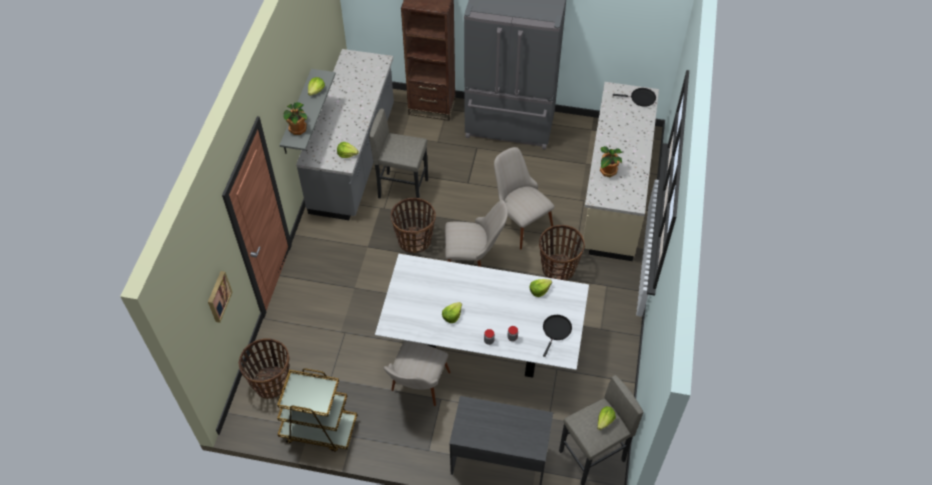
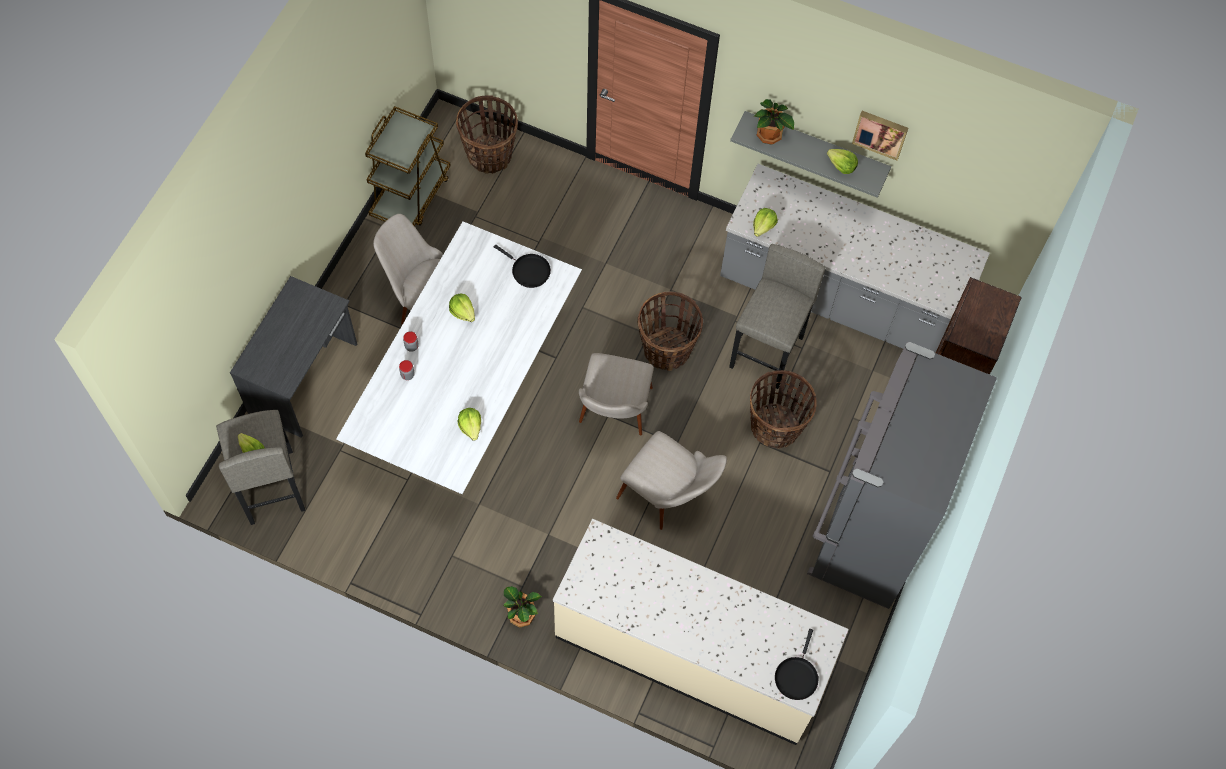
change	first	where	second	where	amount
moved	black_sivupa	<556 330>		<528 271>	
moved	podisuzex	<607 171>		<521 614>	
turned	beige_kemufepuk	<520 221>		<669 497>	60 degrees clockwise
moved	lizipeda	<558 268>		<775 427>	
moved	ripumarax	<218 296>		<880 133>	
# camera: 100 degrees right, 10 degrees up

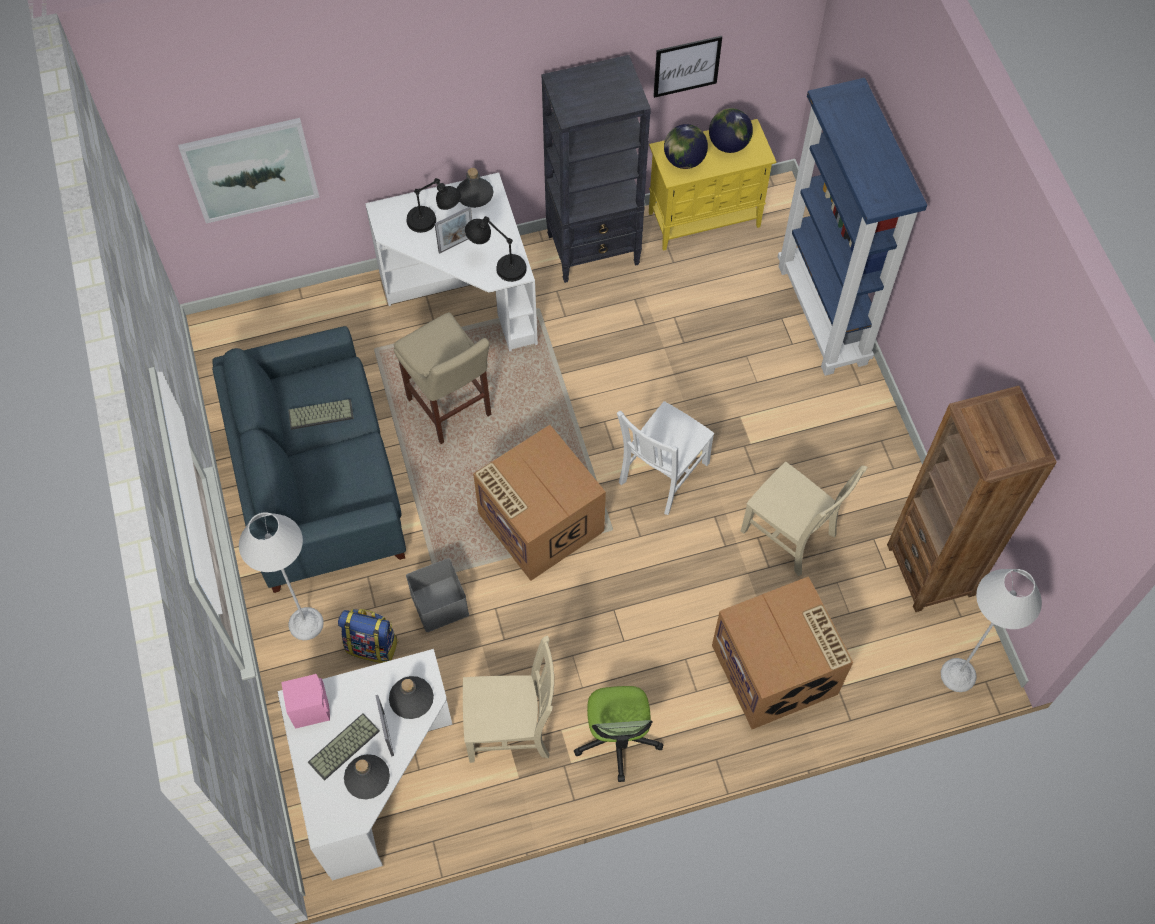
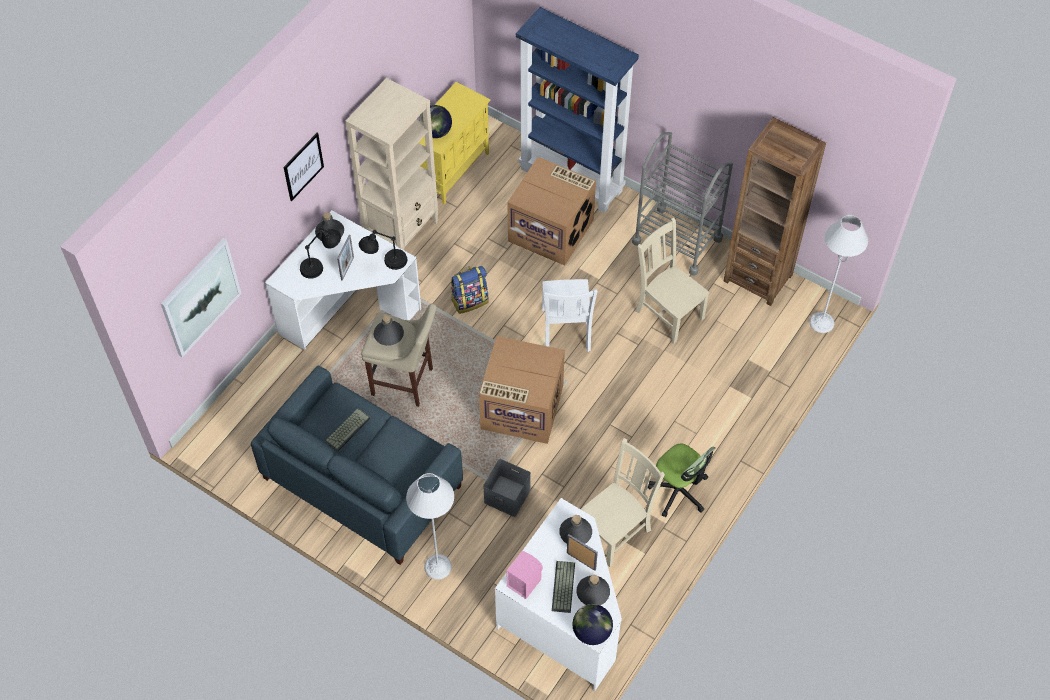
change	first	where	second	where	amount
moved	ripumarax	<686 66>		<303 166>	
recoloured	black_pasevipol	<594 250>	beige_pasevipol	<402 231>	
added			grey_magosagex	<389 334>	
moved	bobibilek	<373 645>		<470 301>	
moved	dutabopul	<776 670>		<552 230>	
moved	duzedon	<729 144>		<591 631>	
added			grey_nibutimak	<677 240>	
turned	beige_kemufepuk	<791 535>		<668 313>	135 degrees counterclockwise
# camera: 40 degrees left, 5 degrees down

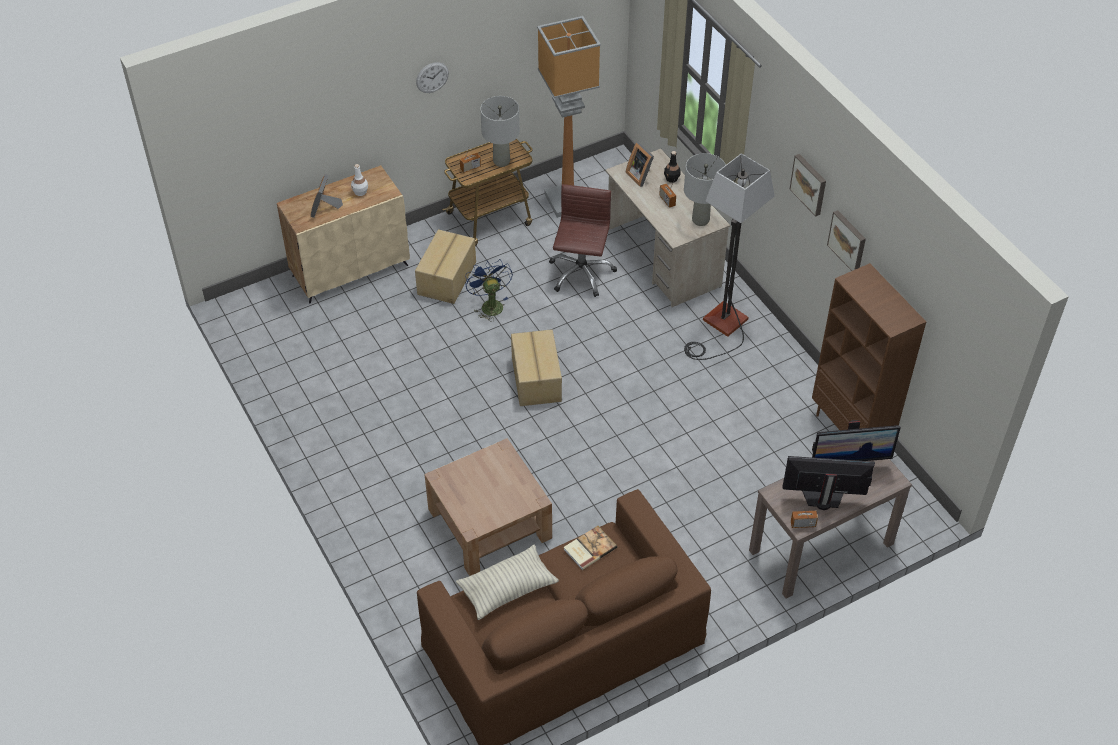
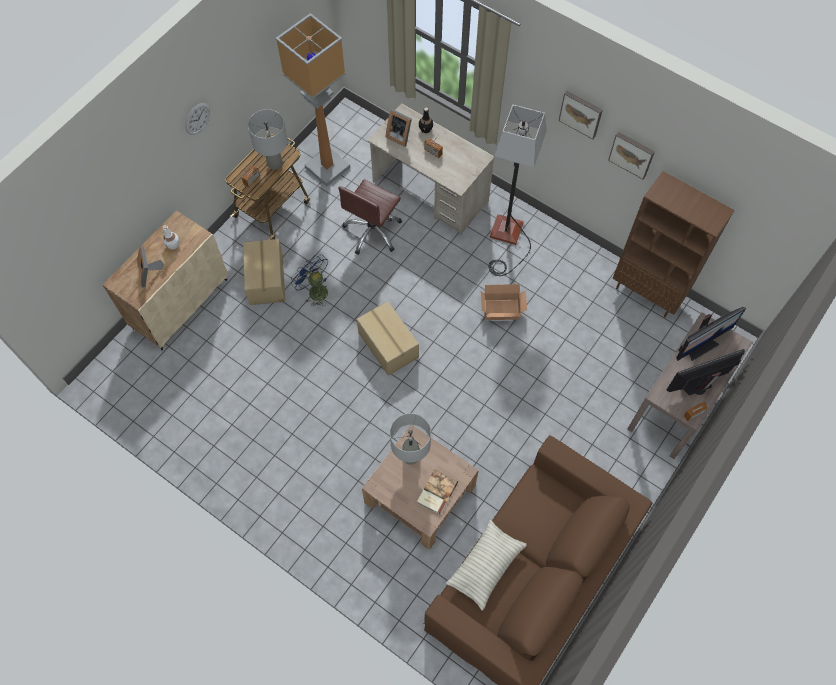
change	first	where	second	where	amount
turned	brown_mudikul	<580 273>		<373 232>	135 degrees counterclockwise
moved	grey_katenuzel	<701 220>		<411 456>	
moved	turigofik	<589 548>		<436 492>	
added			dutabopul	<502 311>	
# camera: 25 degrees left, 15 degrees up

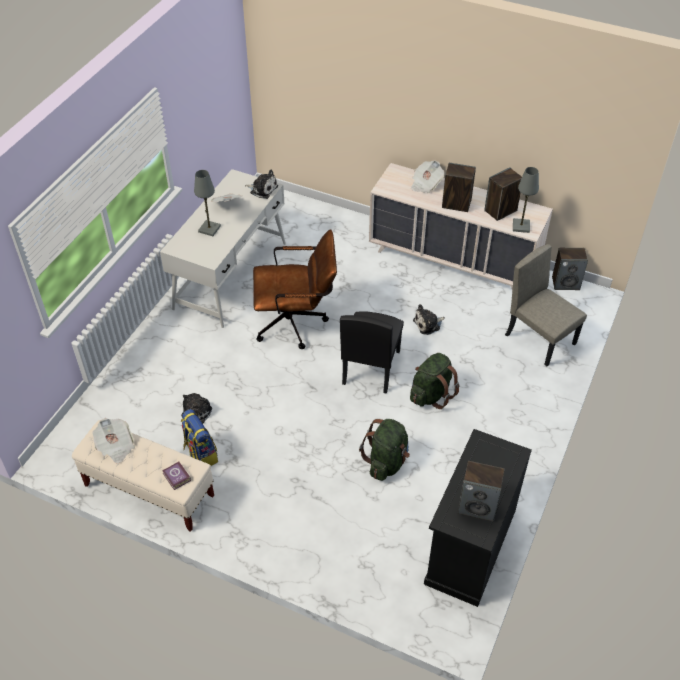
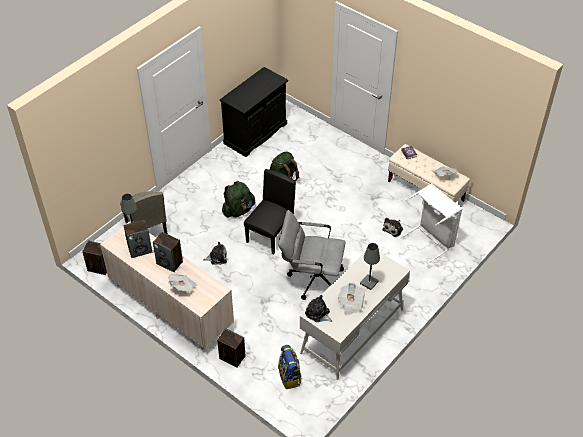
change	first	where	second	where	amount
moved	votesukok	<478 506>		<232 357>	
recoloured	brown_mudikul	<296 323>	grey_mudikul	<311 278>	
moved	bobibilek	<200 454>		<290 377>	
added			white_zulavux	<431 239>	
# camera: 165 degrees left, 0 degrees up

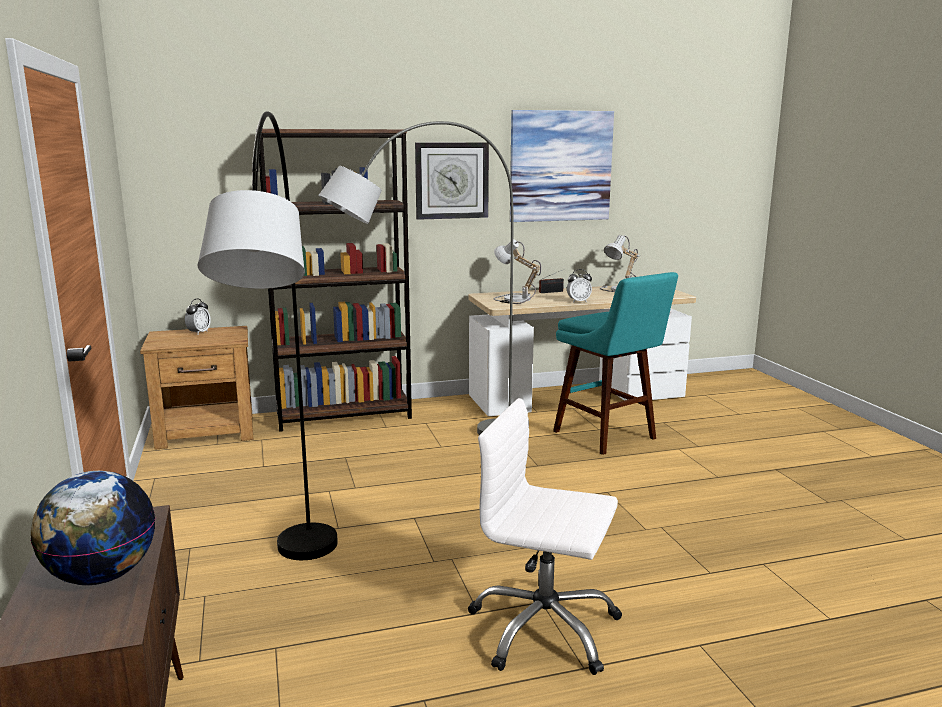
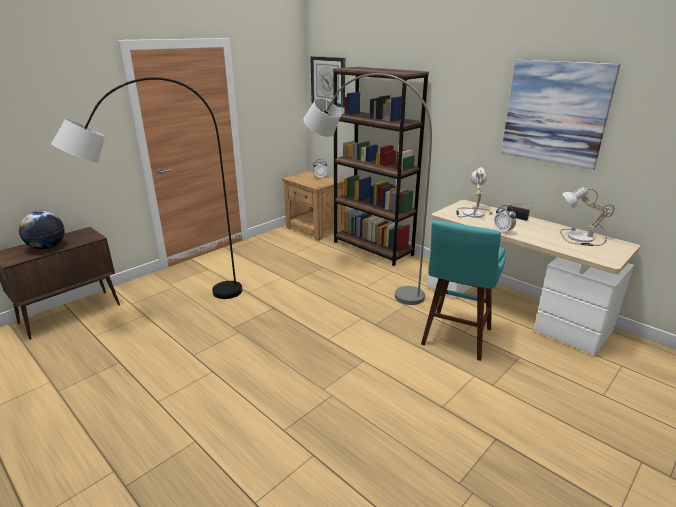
change	first	where	second	where	amount
moved	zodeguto	<451 180>		<328 81>	
removed	white_mudikul	<544 629>			
# camera: 60 degrees right, 10 degrees up

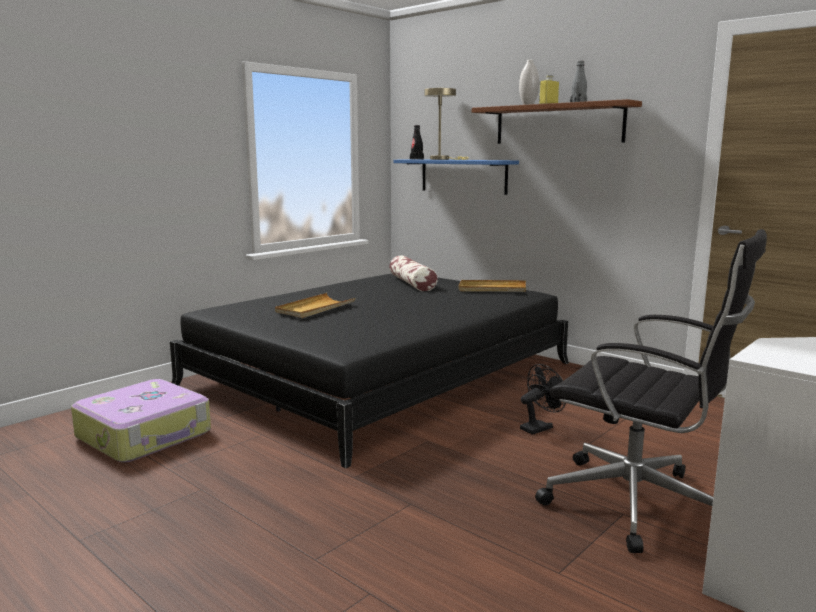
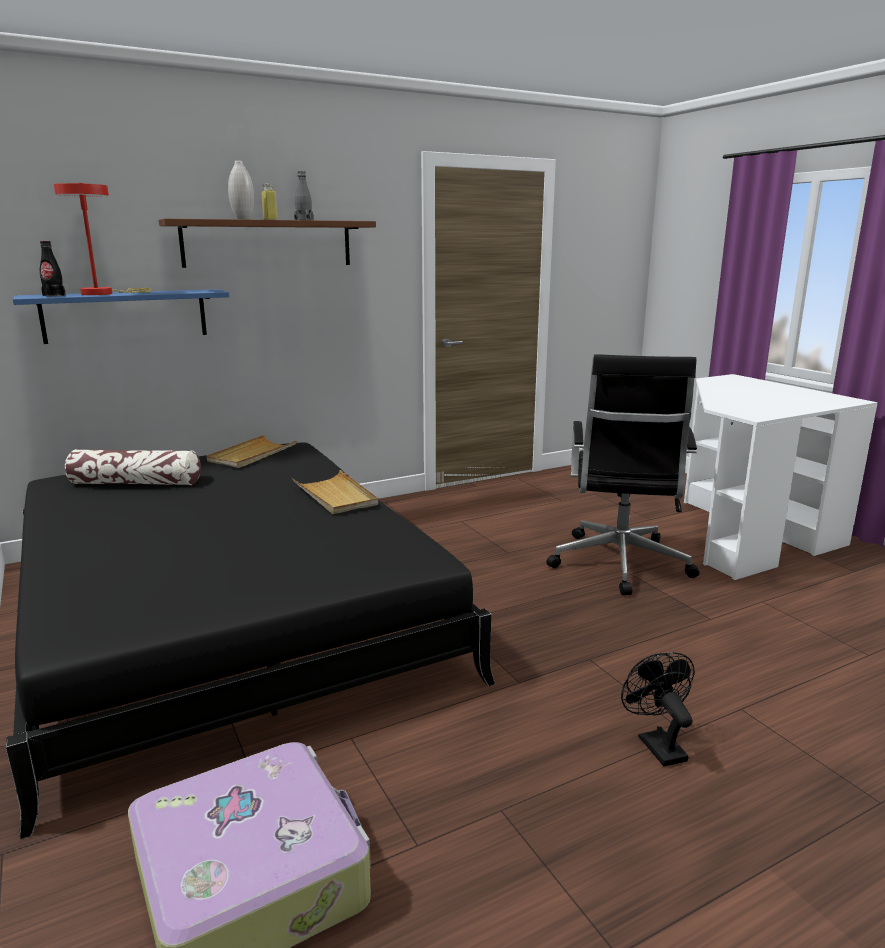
change	first	where	second	where	amount
recoloured	beige_katenuzel	<442 159>	red_katenuzel	<103 293>	
moved	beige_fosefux	<315 308>		<335 496>	
turned	black_mudikul	<638 504>		<619 565>	135 degrees clockwise
moved	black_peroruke	<539 427>		<656 744>	
# camera: 70 degrees left, 5 degrees up

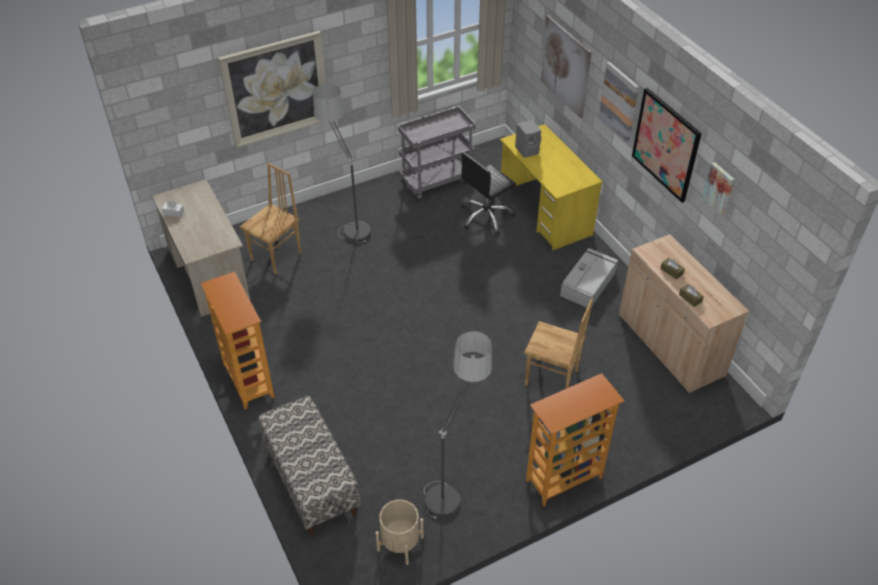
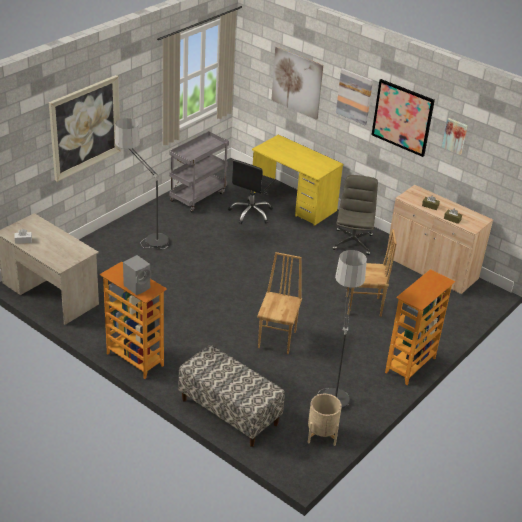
change	first	where	second	where	amount
moved	grey_votesukok	<528 150>		<138 286>	
moved	brown_kemufepuk	<277 256>		<278 339>	
replaced	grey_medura	<588 283>	grey_mudikul	<352 242>	
# camera: 25 degrees left, 10 degrees down

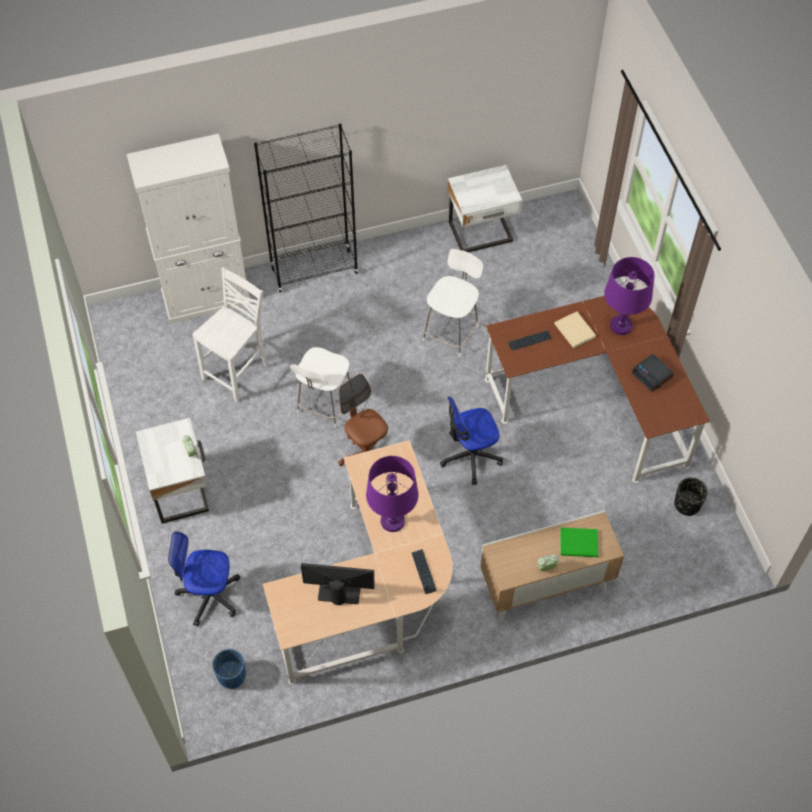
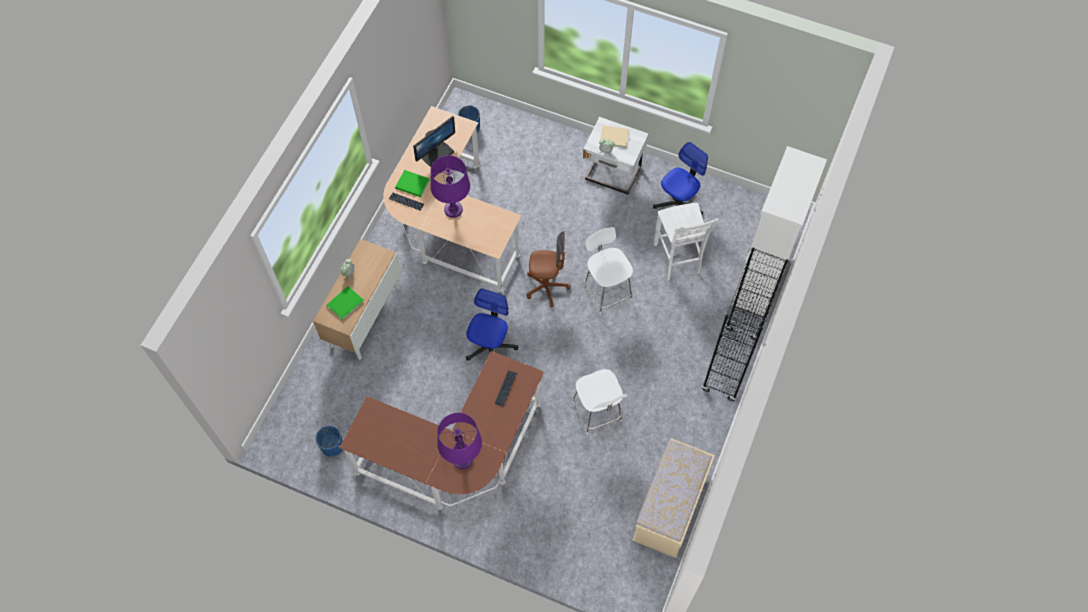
change	first	where	second	where	amount
recoloured	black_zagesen	<686 504>	blue_zagesen	<332 446>	
added			green_turigofik	<413 185>	
moved	beige_turigofik	<574 332>		<613 136>	
replaced	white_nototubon	<481 234>	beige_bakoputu	<670 507>	
moved	mudikul	<209 595>		<678 204>	
removed	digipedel	<652 375>			
# camera: 130 degrees right, 5 degrees up

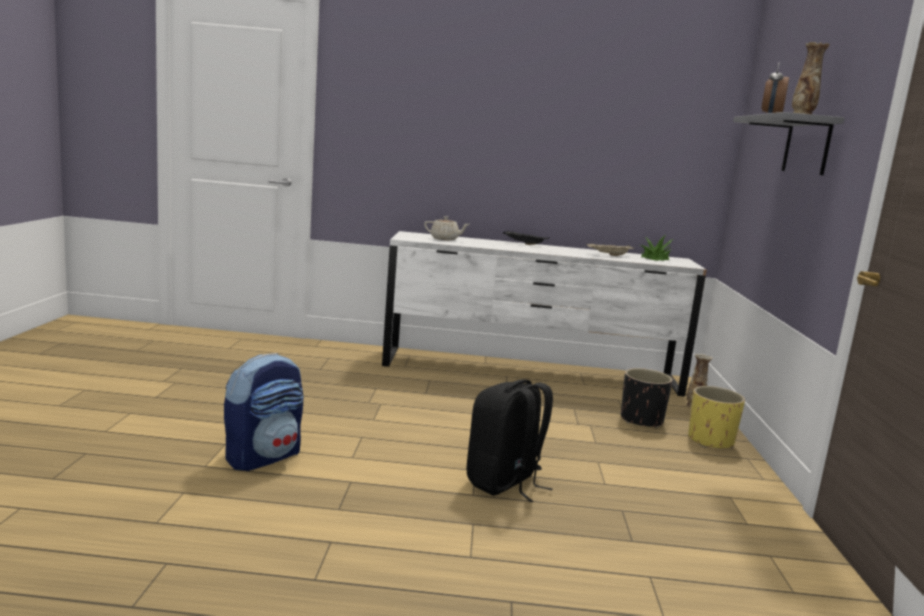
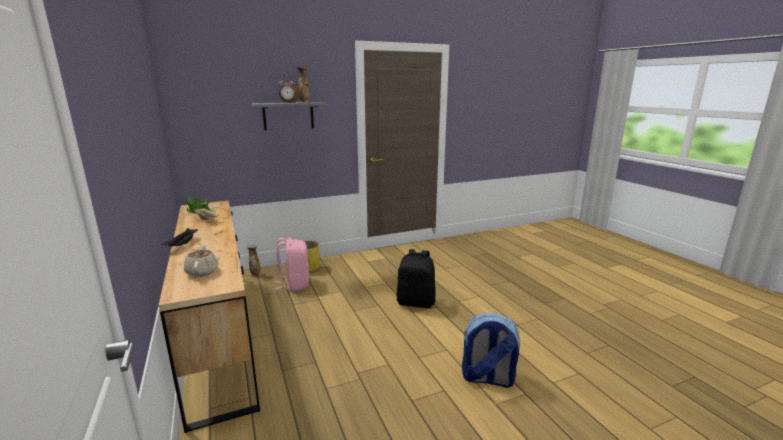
change	first	where	second	where	amount
recoloured	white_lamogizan	<531 371>	brown_lamogizan	<220 333>	
replaced	black_zagesen	<642 420>	pink_bobibilek	<294 284>	
# camera: 115 degrees left, 5 degrees up

